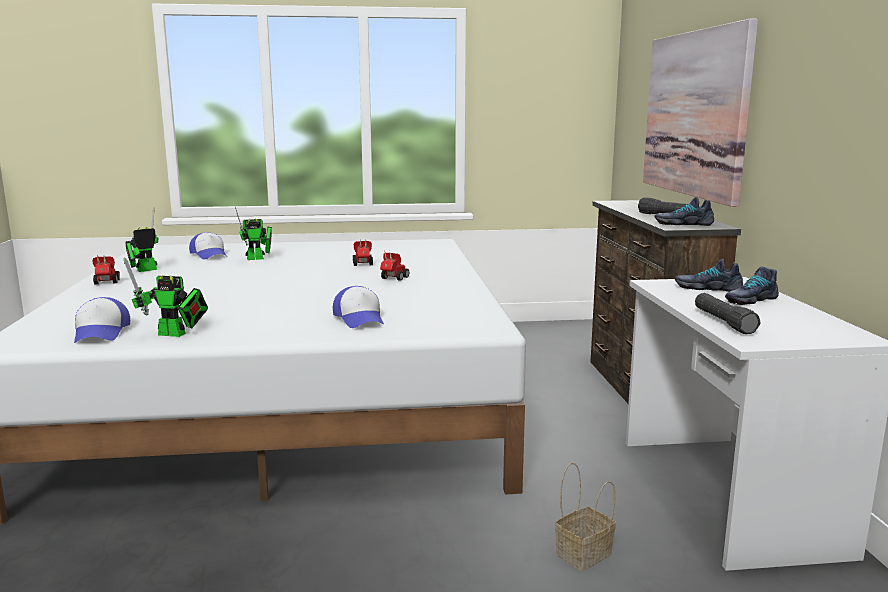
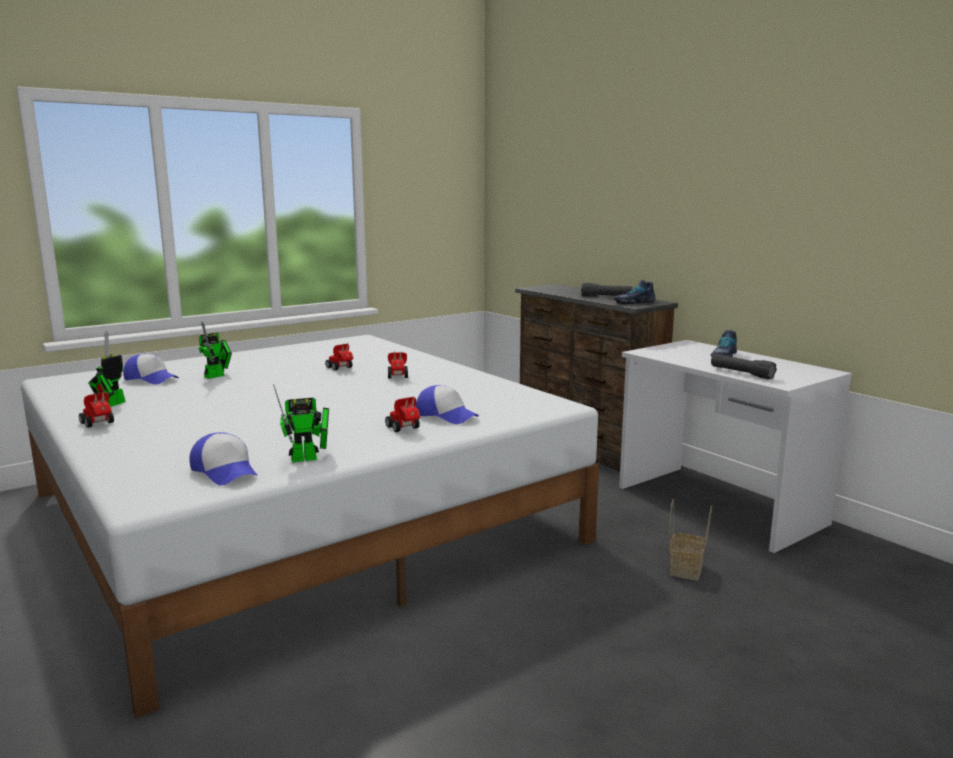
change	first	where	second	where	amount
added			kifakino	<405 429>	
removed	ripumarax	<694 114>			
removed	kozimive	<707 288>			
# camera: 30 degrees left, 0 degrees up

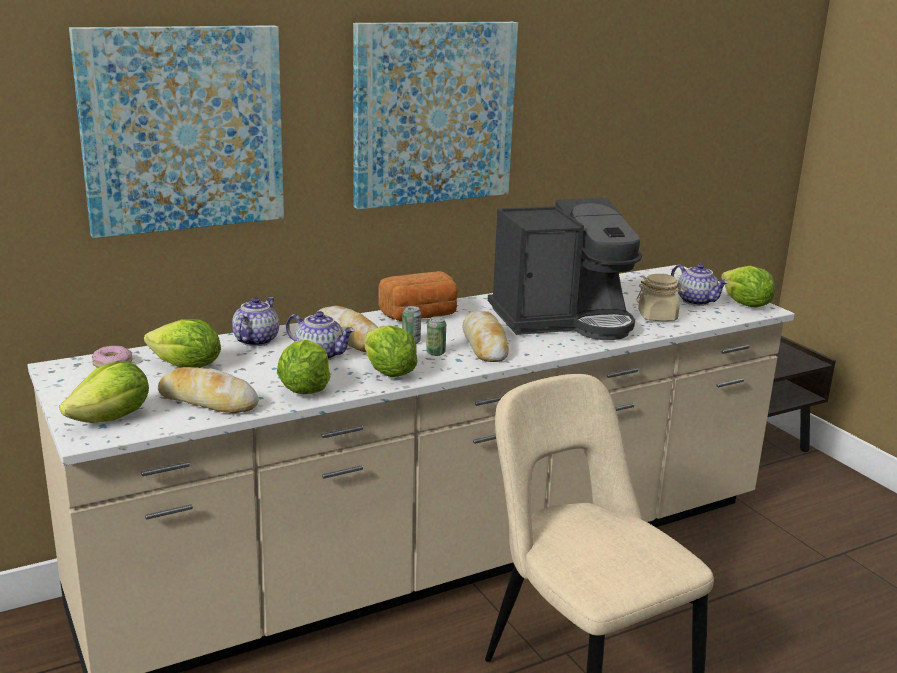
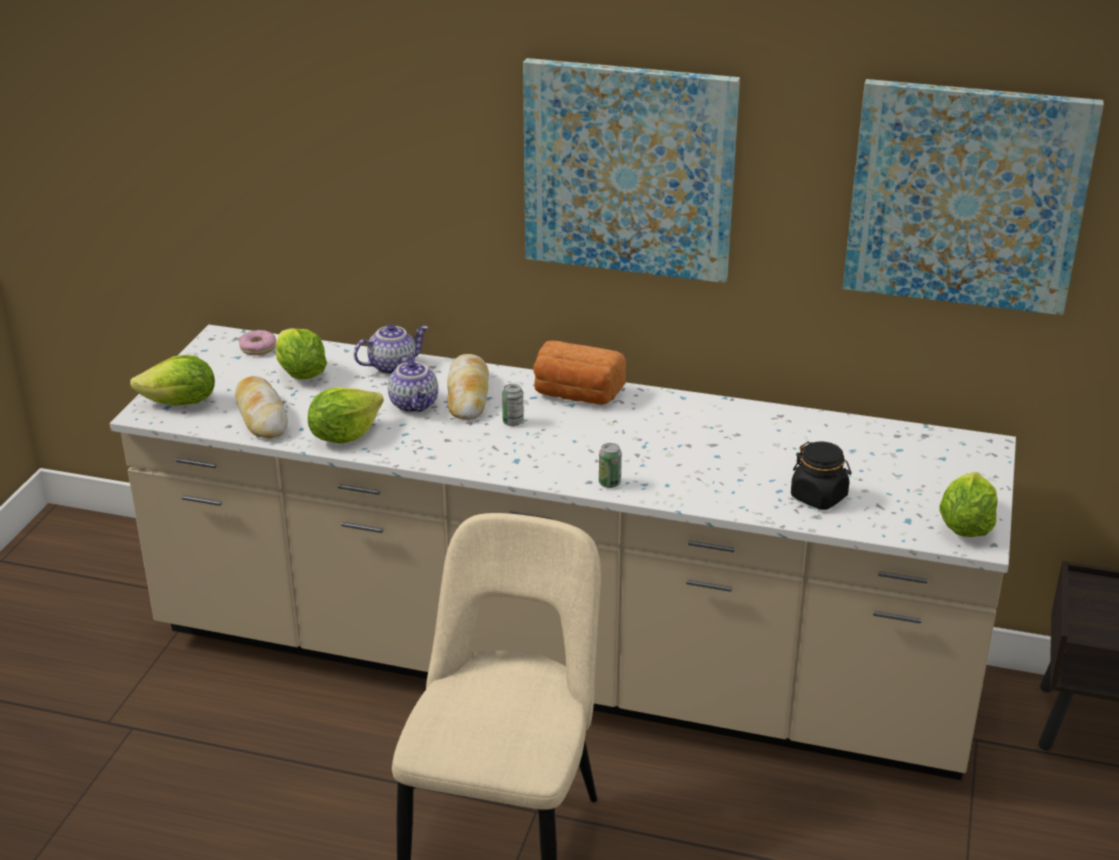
change	first	where	second	where	amount
moved	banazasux	<435 353>		<609 483>	
recoloured	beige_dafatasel	<657 317>	black_dafatasel	<819 497>	
moved	ripumarax	<183 129>		<966 196>	
removed	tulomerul	<388 373>			
removed	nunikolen	<485 345>			
removed	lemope	<563 320>			
removed	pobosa	<697 301>			
# camera: 45 degrees right, 10 degrees up

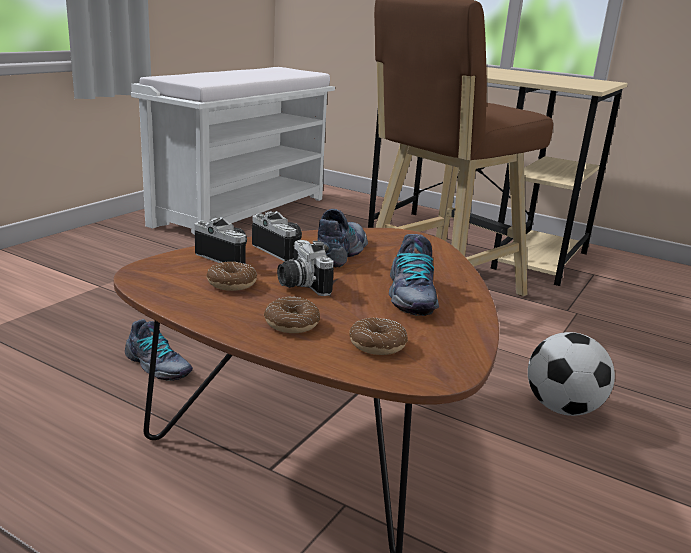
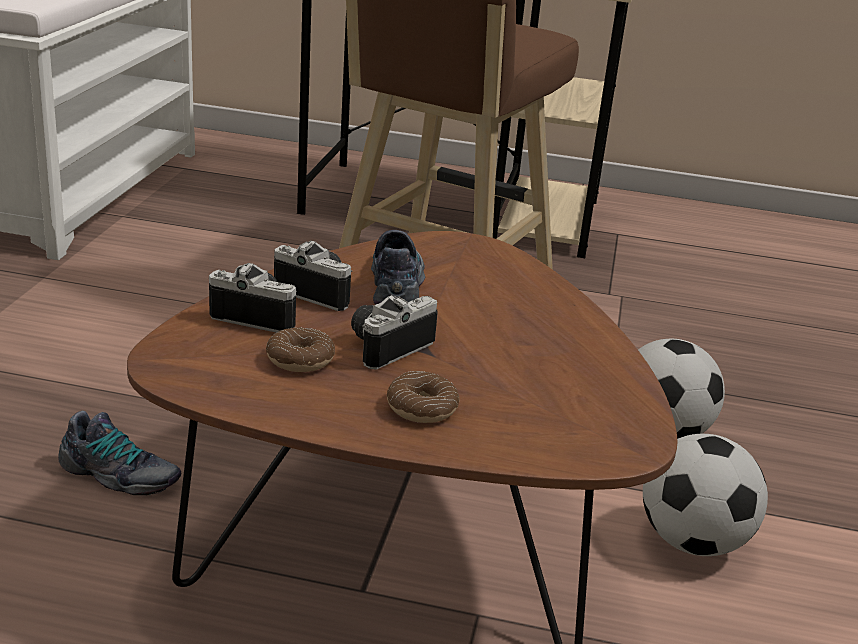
change	first	where	second	where	amount
turned	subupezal	<299 284>		<385 346>	90 degrees clockwise
added			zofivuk	<692 542>	
removed	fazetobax	<377 345>			
removed	kozimive	<410 295>			
# camera: 20 degrees left, 5 degrees up

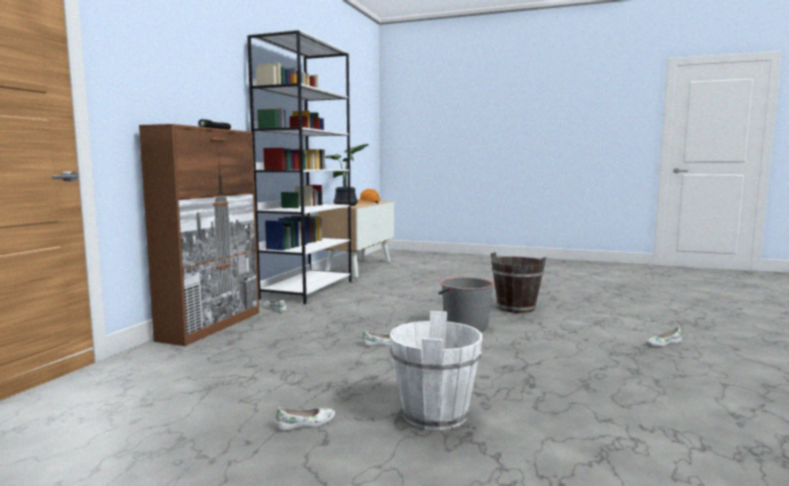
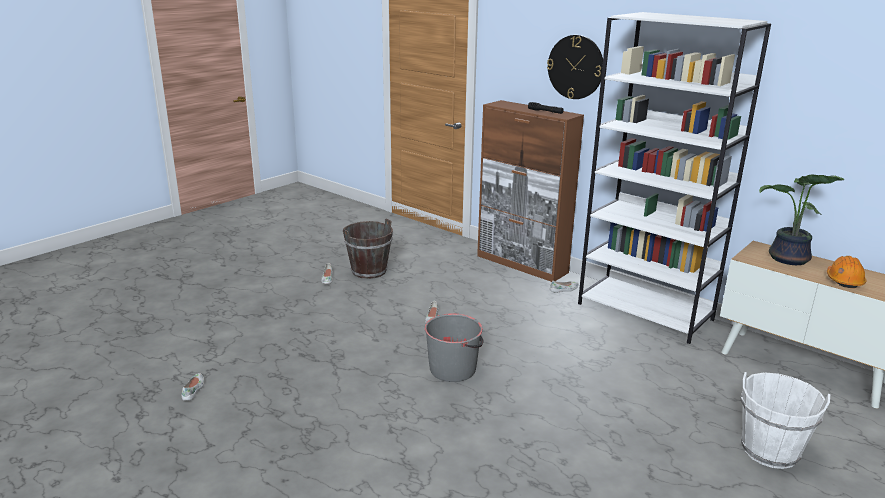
change	first	where	second	where	amount
moved	white_kozimive	<663 343>		<194 390>	
moved	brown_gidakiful	<516 308>		<369 271>	
added			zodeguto	<575 67>	
moved	white_gidakiful	<435 415>		<769 451>	
# camera: 110 degrees right, 15 degrees up

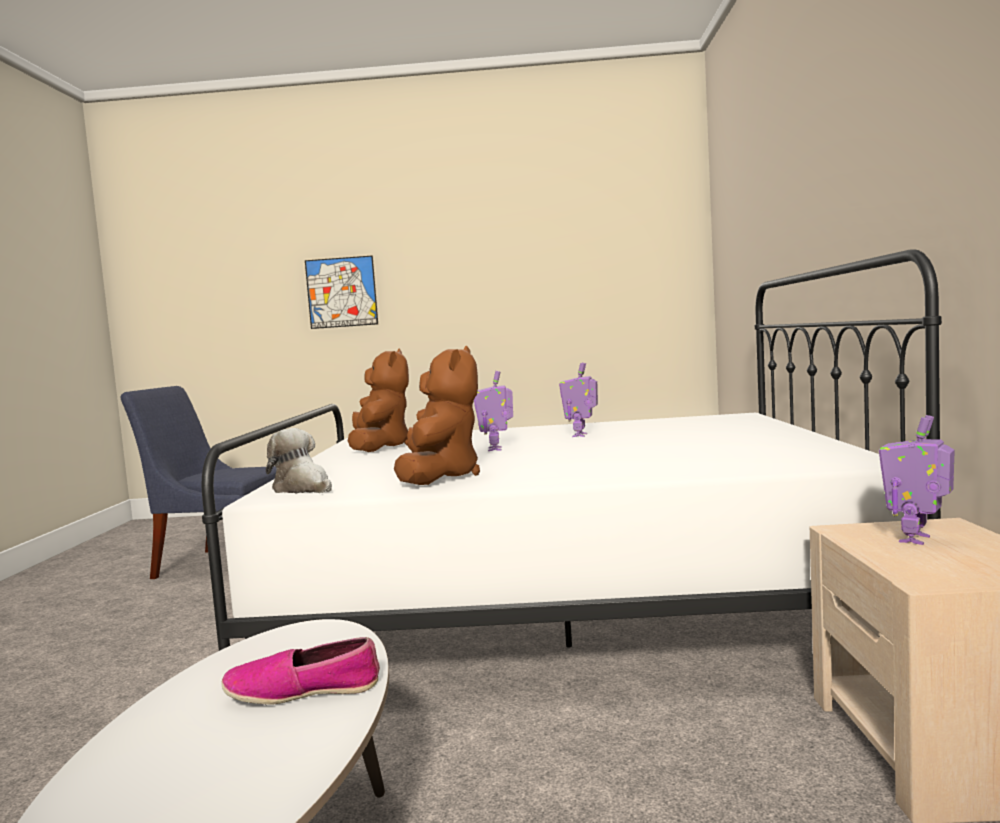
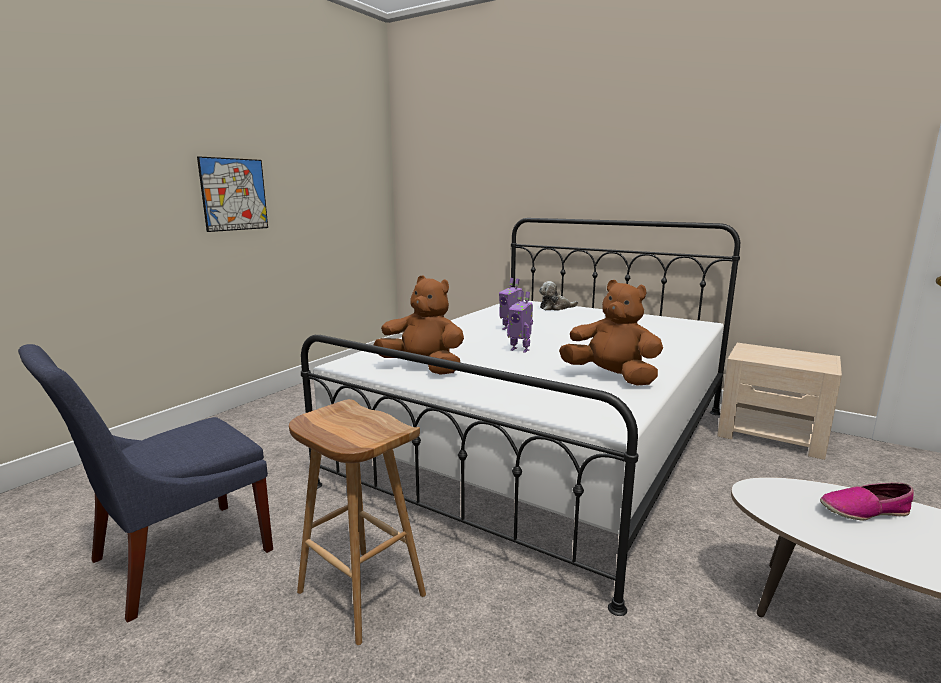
change	first	where	second	where	amount
moved	ripumarax	<341 292>		<234 194>	
added			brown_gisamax	<359 593>	
moved	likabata	<303 489>		<555 308>	
turned	kozimive	<303 690>		<863 511>	60 degrees clockwise
removed	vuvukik	<917 539>			
# camera: 60 degrees left, 10 degrees up

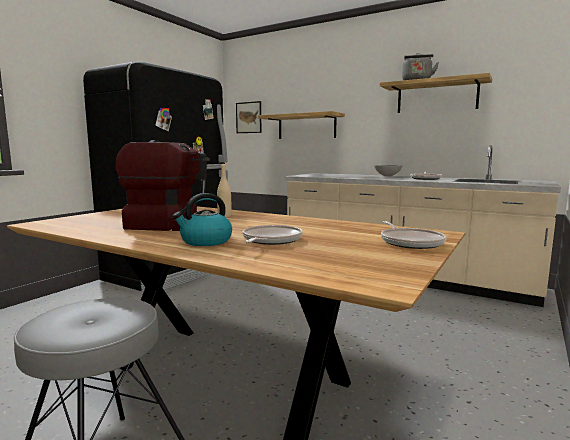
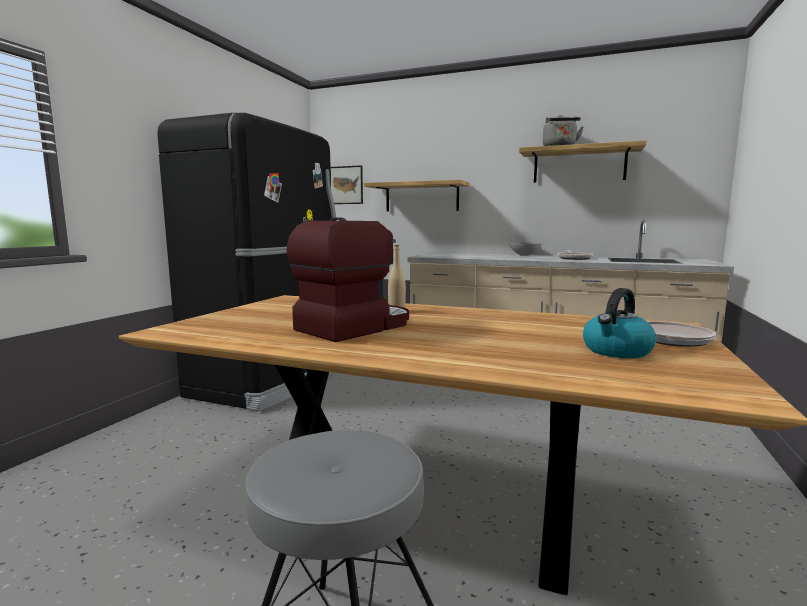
change	first	where	second	where	amount
turned	lemope	<174 225>		<354 327>	45 degrees counterclockwise
moved	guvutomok	<205 241>		<617 351>	
removed	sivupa	<270 240>			
# camera: 10 degrees left, 0 degrees up

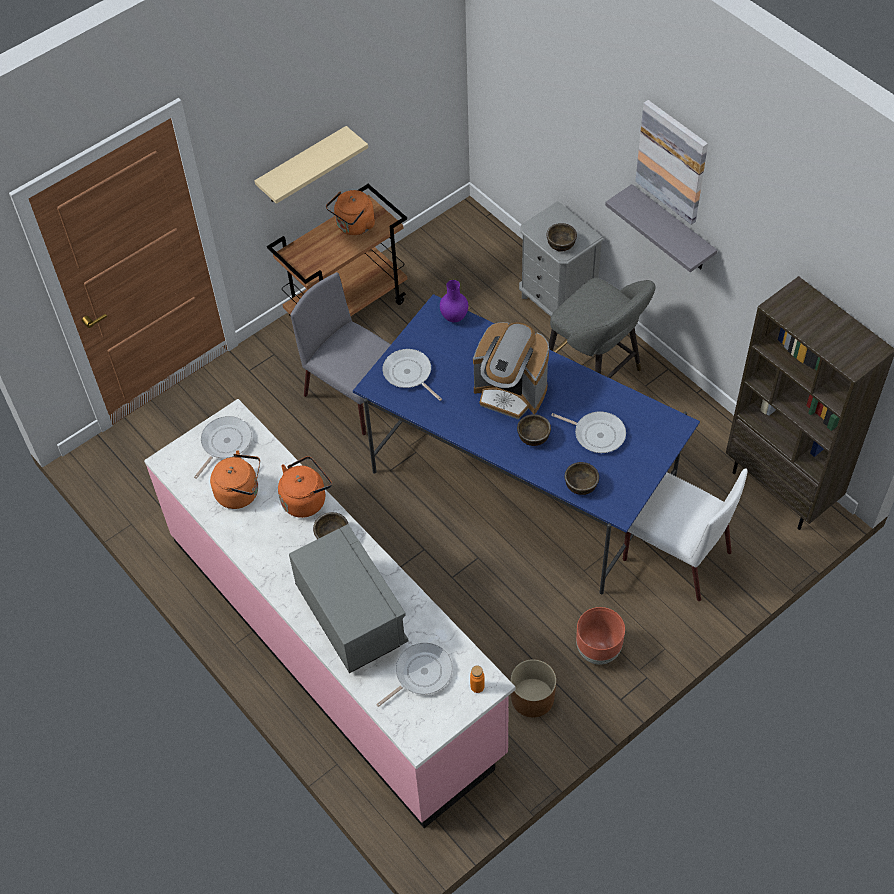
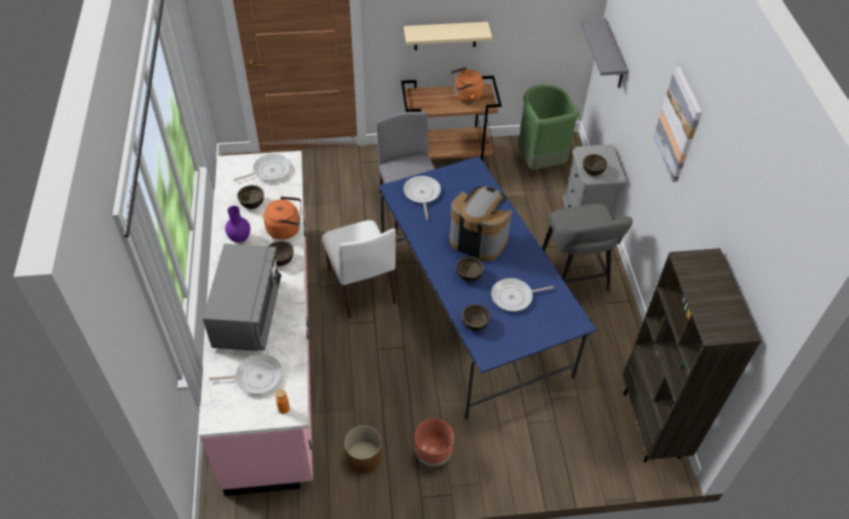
change	first	where	second	where	amount
moved	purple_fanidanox	<454 318>		<239 239>	
replaced	orange_guvutomok	<240 493>	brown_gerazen	<252 203>	
moved	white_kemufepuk	<674 555>		<361 285>	
turned	lemope	<510 392>		<478 239>	150 degrees clockwise
turned	sivupa	<596 434>		<514 297>	105 degrees clockwise
added			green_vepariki	<539 161>	
moved	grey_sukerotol	<672 230>		<614 55>	
# camera: 30 degrees right, 5 degrees down

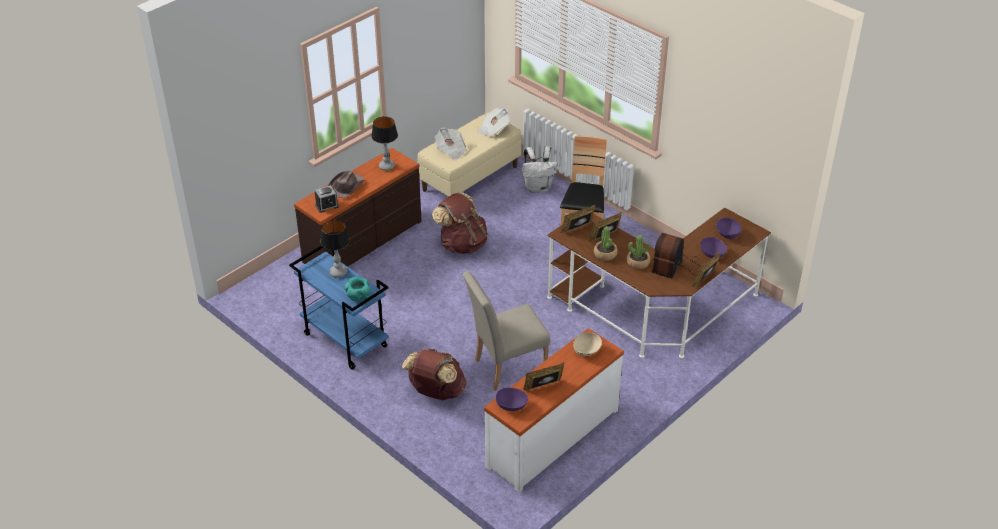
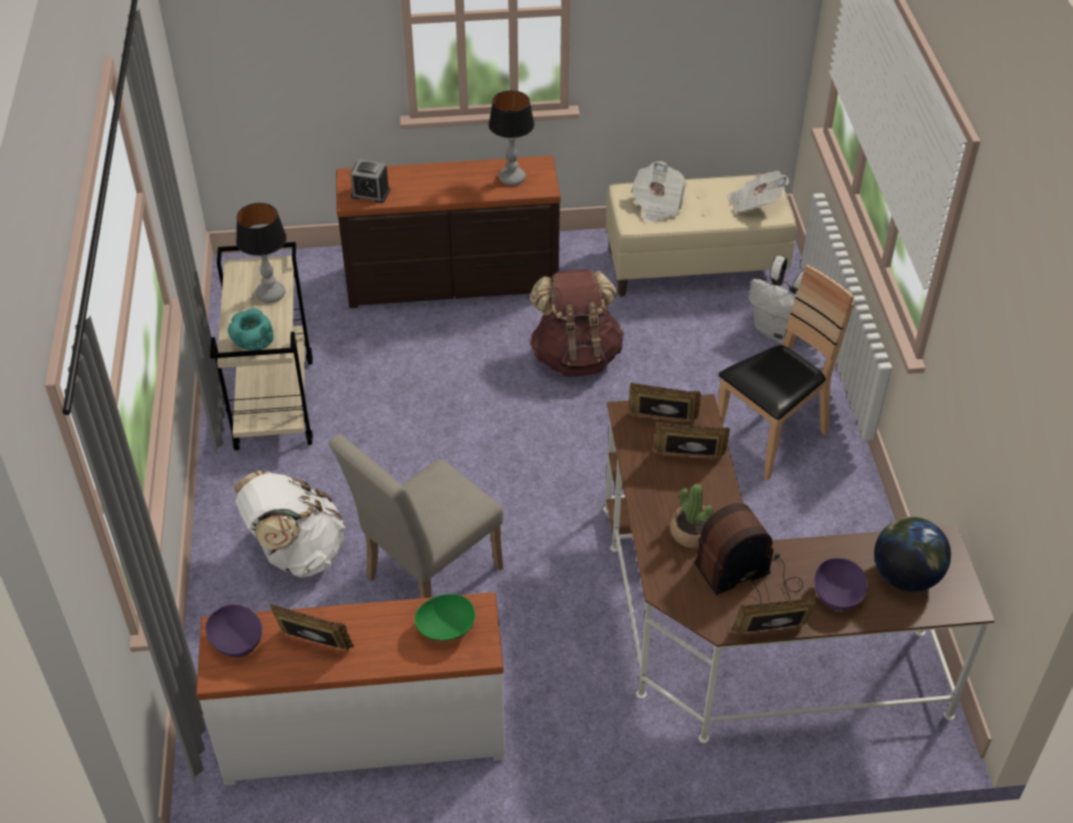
change	first	where	second	where	amount
recoloured	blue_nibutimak	<344 340>	beige_nibutimak	<273 403>	
recoloured	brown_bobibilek	<436 392>	white_bobibilek	<296 552>	
turned	beige_kemufepuk	<505 367>		<425 578>	60 degrees counterclockwise
recoloured	beige_gerazen	<587 351>	green_gerazen	<446 630>	
replaced	purple_gerazen	<727 234>	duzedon	<905 576>	
removed	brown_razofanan	<346 186>			
removed	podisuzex	<605 254>			
# camera: 40 degrees right, 5 degrees up

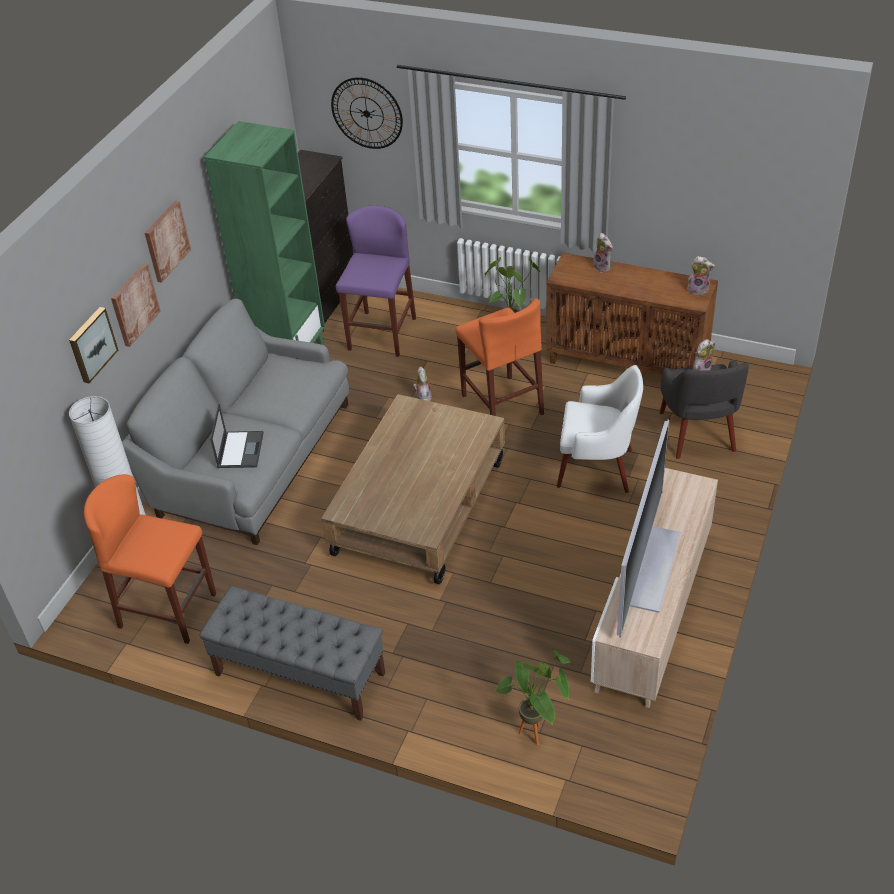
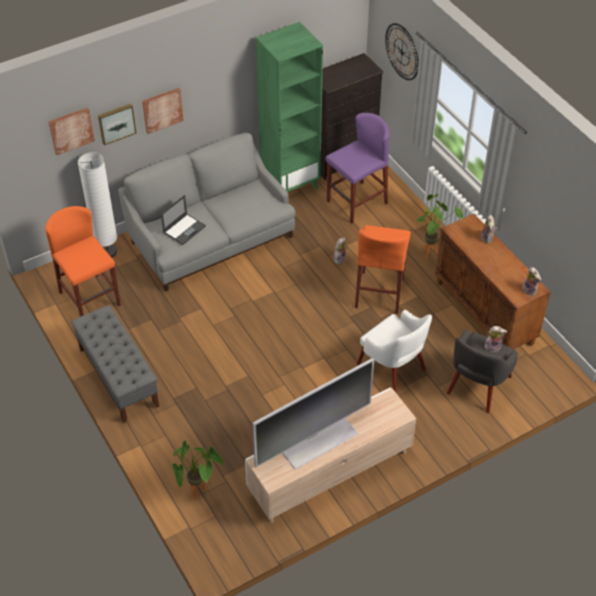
change	first	where	second	where	amount
moved	ripumarax	<166 241>		<71 130>	
removed	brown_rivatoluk	<419 507>			
# camera: 35 degrees right, 5 degrees up

